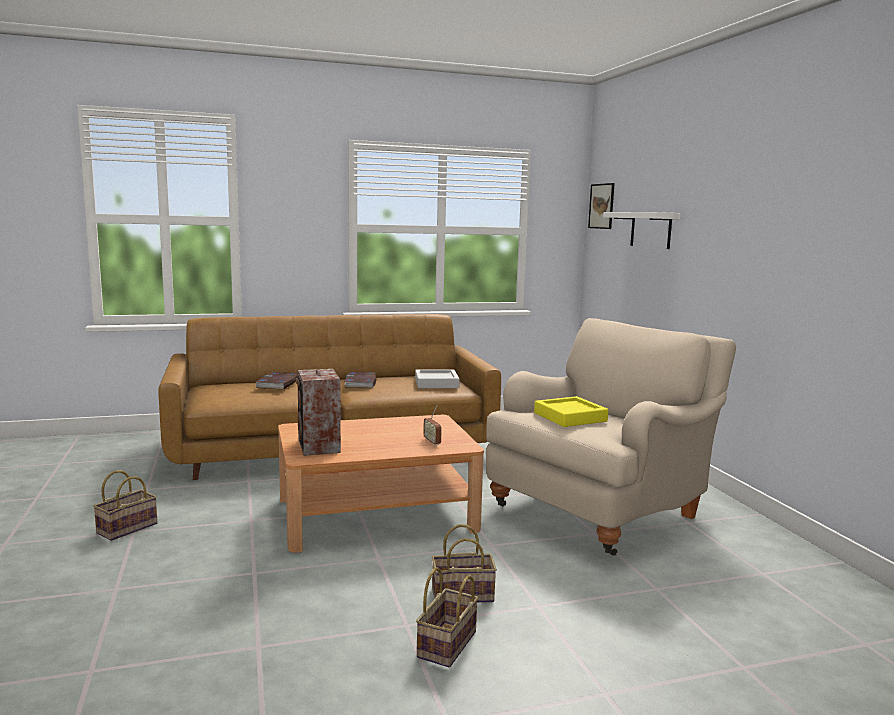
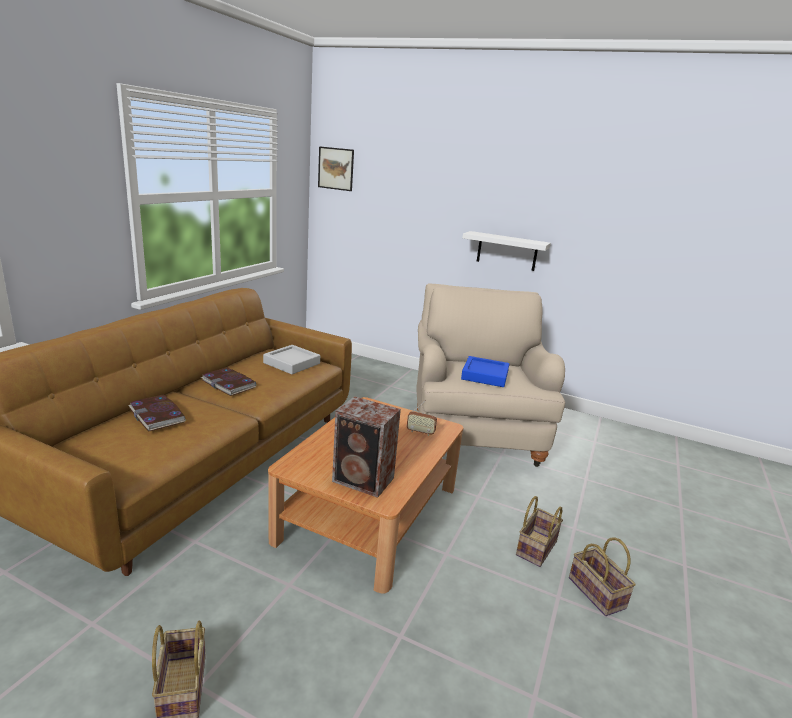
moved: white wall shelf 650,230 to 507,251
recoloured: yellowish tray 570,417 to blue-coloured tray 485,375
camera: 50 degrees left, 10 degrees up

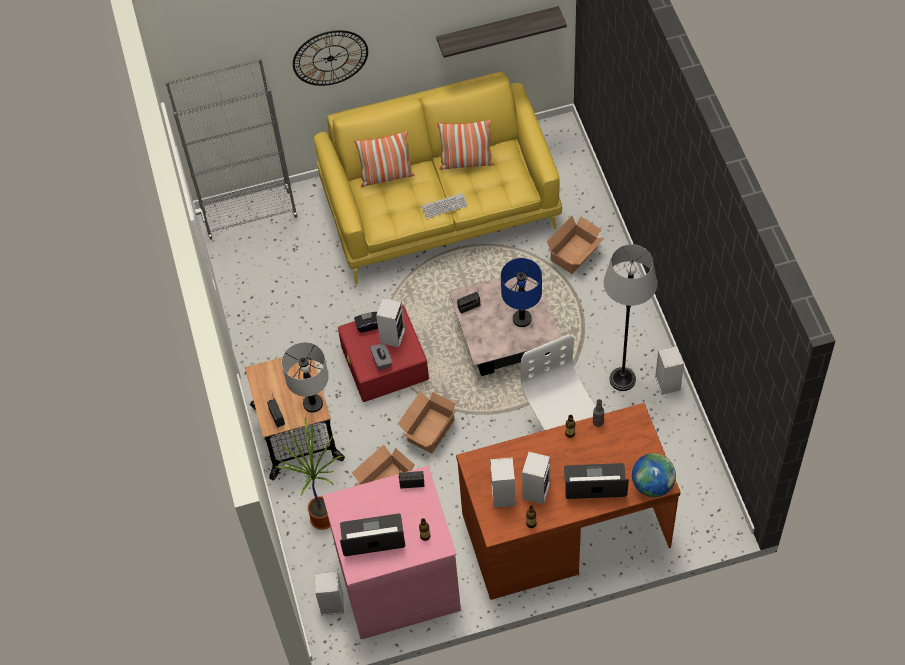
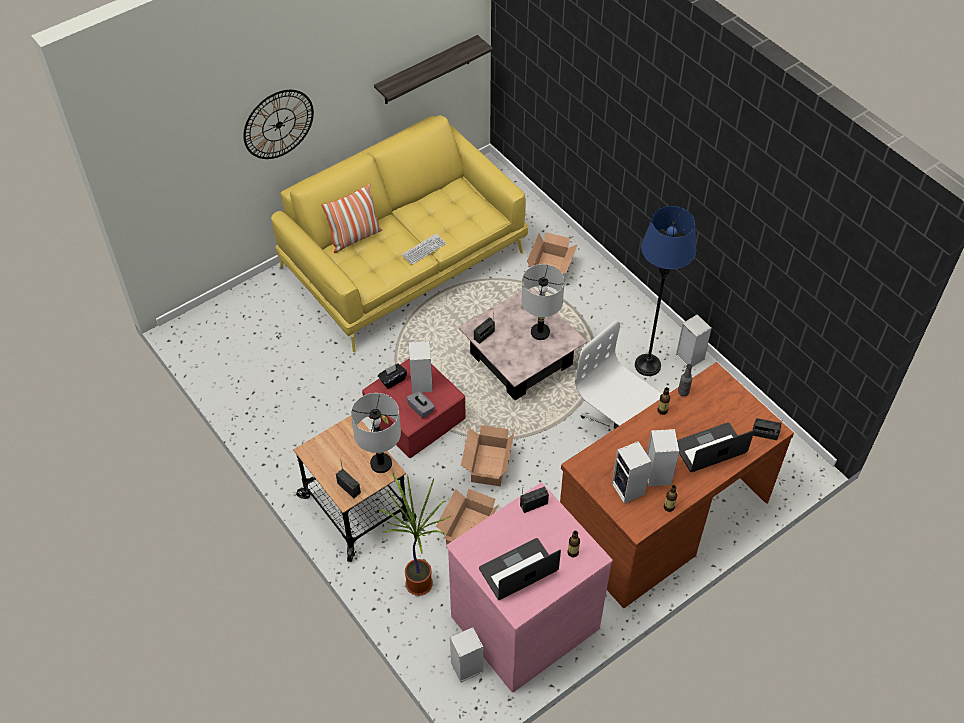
removed: gray bookcase 250,214; throw pillow 466,162
replaced: world globe 652,485 to radio set 764,434
recoloured: blue-coloured lamp for a table 522,319 to gray lamp for a table 540,332; gray floor lamp 622,379 to blue-coloured floor lamp 647,365
camera: 25 degrees left, 5 degrees down

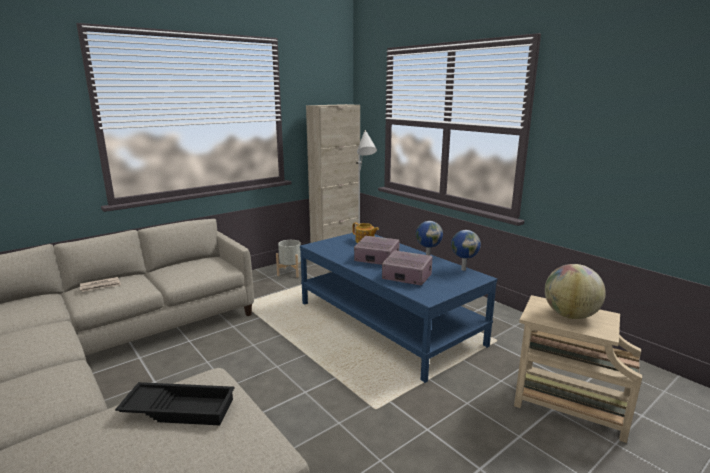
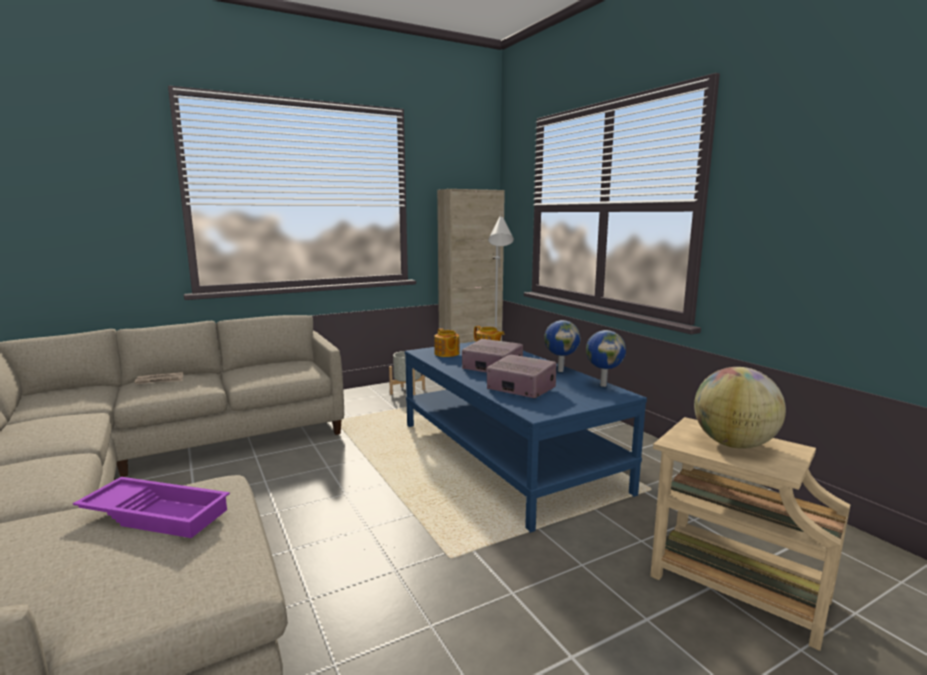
added: tea pot 446,354
recoloured: black tray 180,408 to purplish tray 158,513
camera: 10 degrees right, 5 degrees down

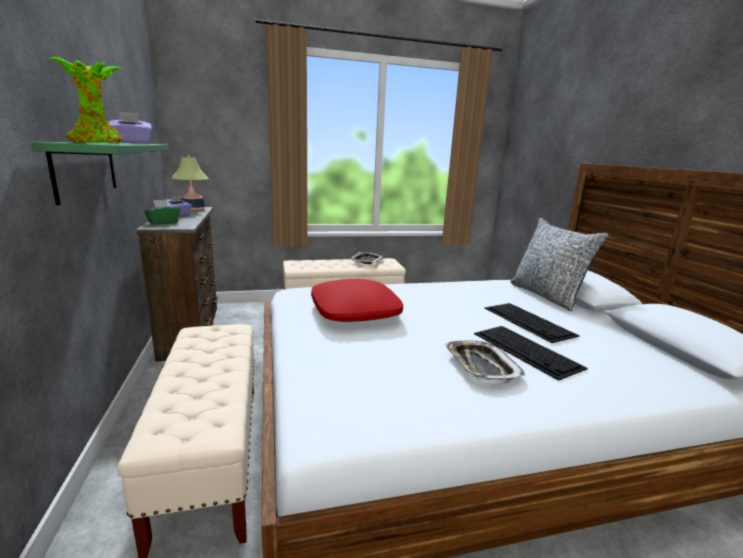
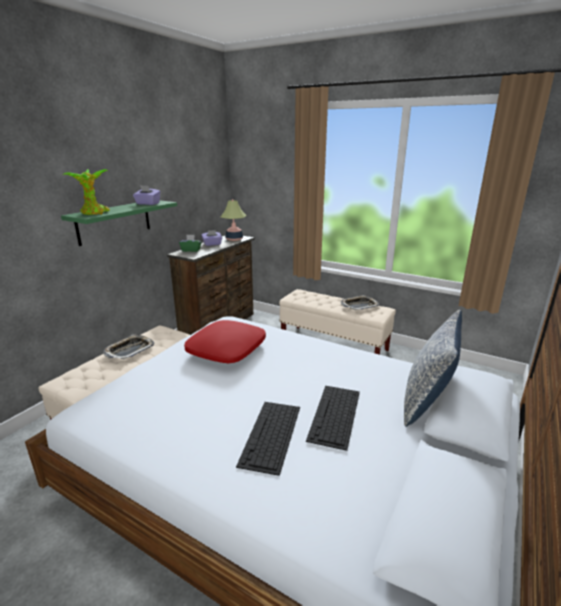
moved: tray 481,366 to 129,350
camera: 45 degrees right, 5 degrees up

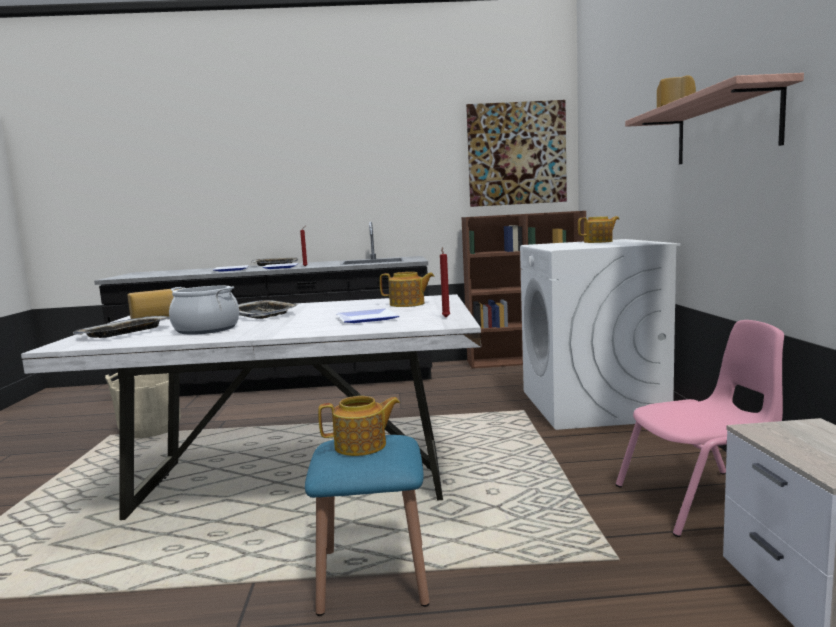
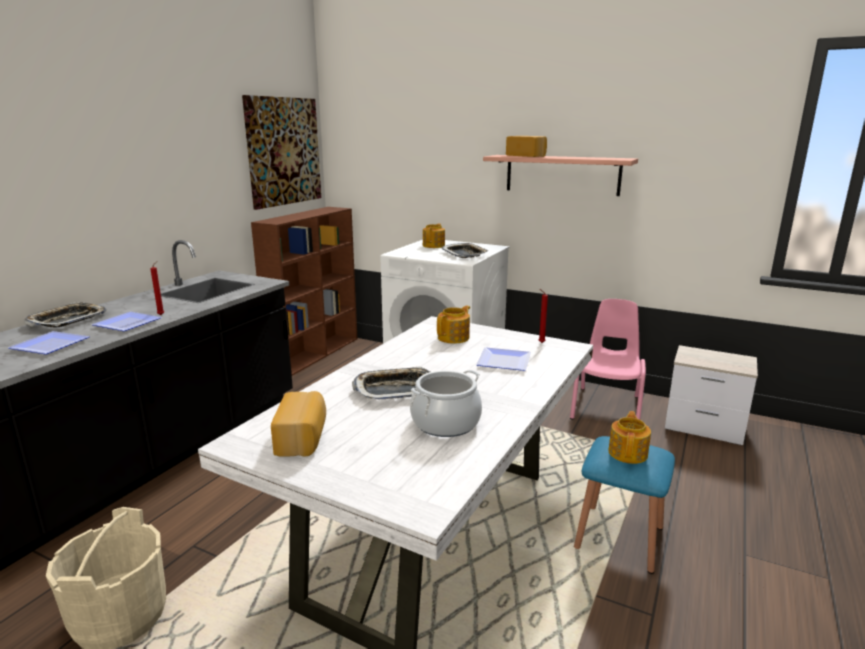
moved: tray 124,333 to 464,254
camera: 60 degrees left, 10 degrees up

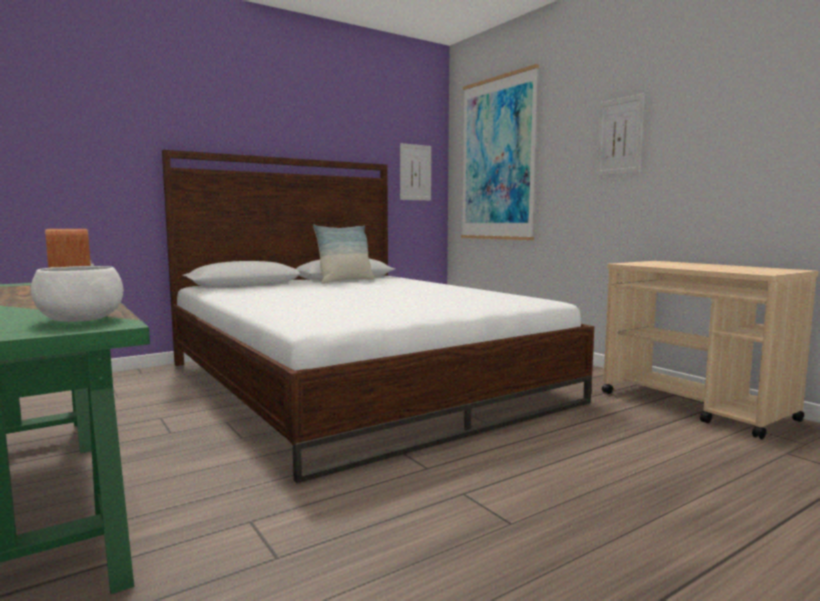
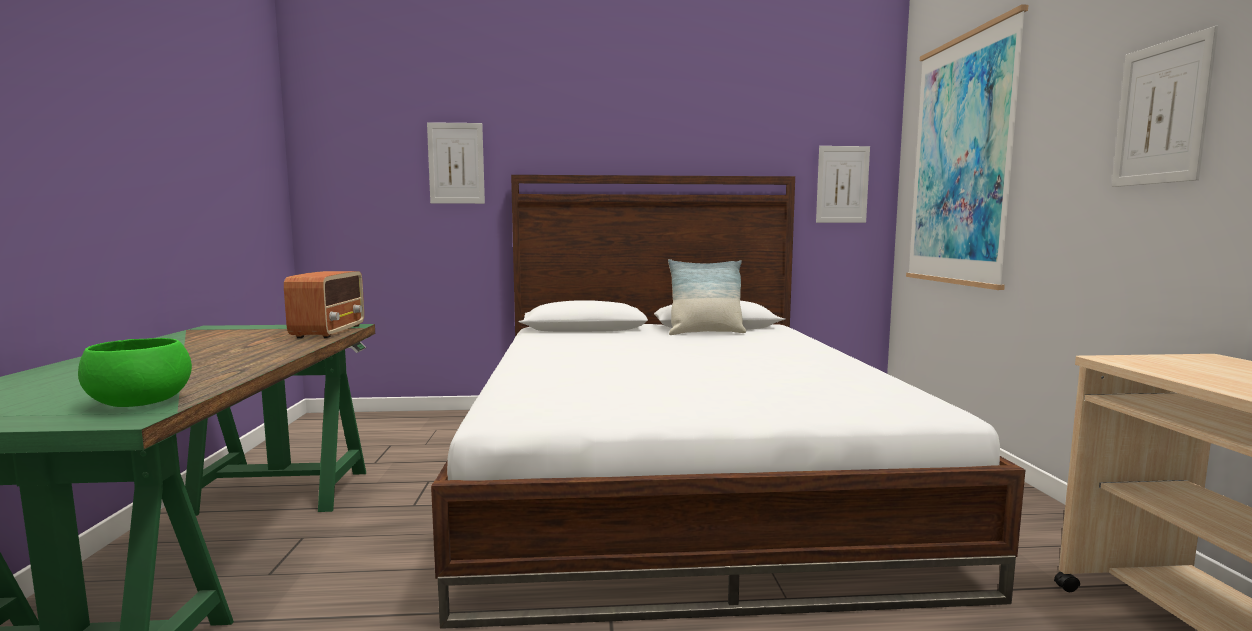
added: picture 456,163
recoloured: white bowl 82,320 to greenish bowl 142,402
camera: 30 degrees right, 0 degrees up

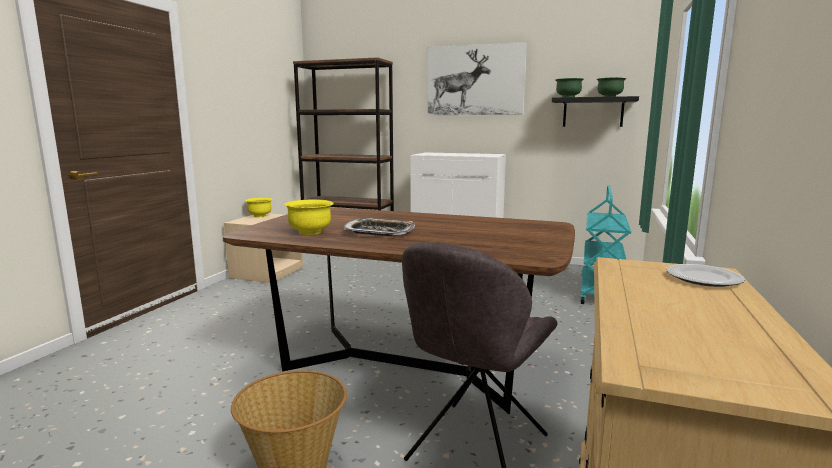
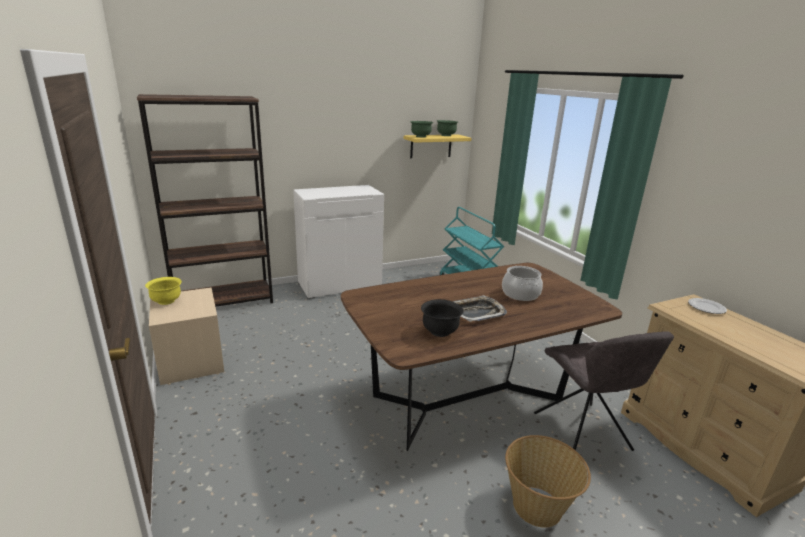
removed: picture 475,80
added: saucepot 521,294
recoloured: black wall shelf 593,112 to yellowish wall shelf 431,146; yellowish bowl 310,232 to black bowl 440,332
camera: 45 degrees left, 10 degrees up

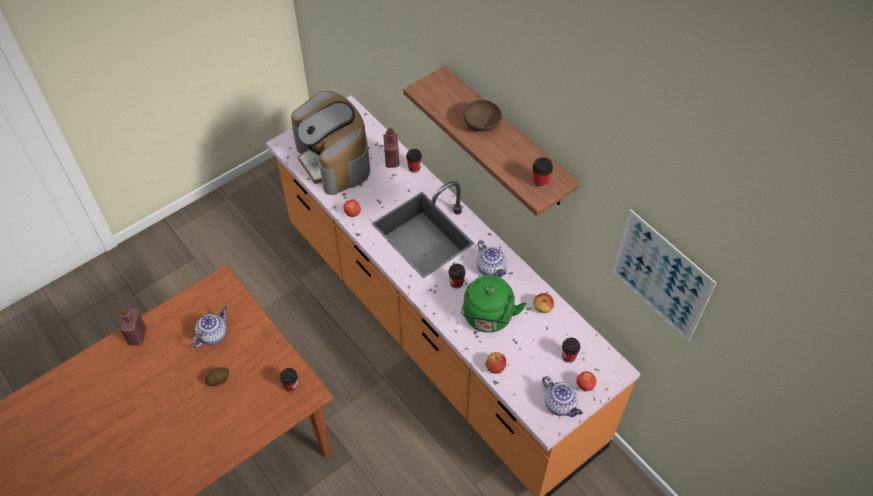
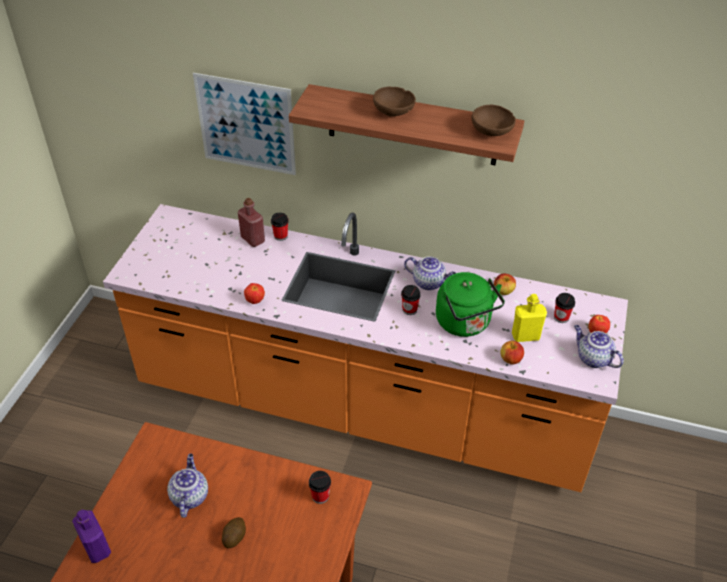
removed: coffee maker 334,160
added: yellowish drink bottle 525,336
moved: picture 660,276 to 246,125
replaced: cup 540,182 to brown bowl 492,133
recoloured: red-coloured drink bottle 137,335 to purplish drink bottle 96,548
turned: tea pot 560,404 = 592,358 150 degrees counterclockwise
camera: 35 degrees left, 10 degrees down

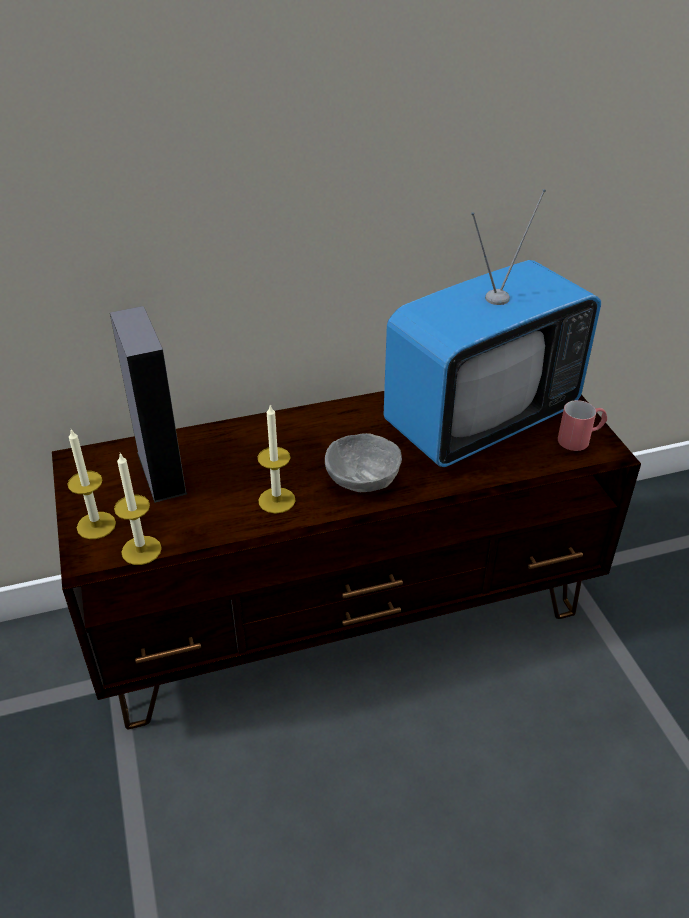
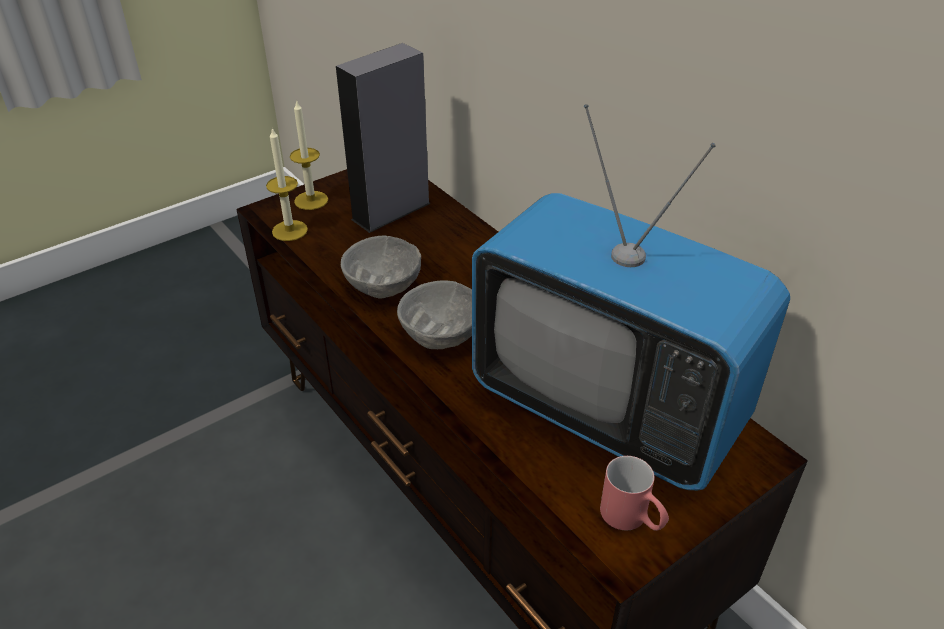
replaced: wax light 276,500 to gray bowl 384,285
camera: 70 degrees right, 0 degrees up

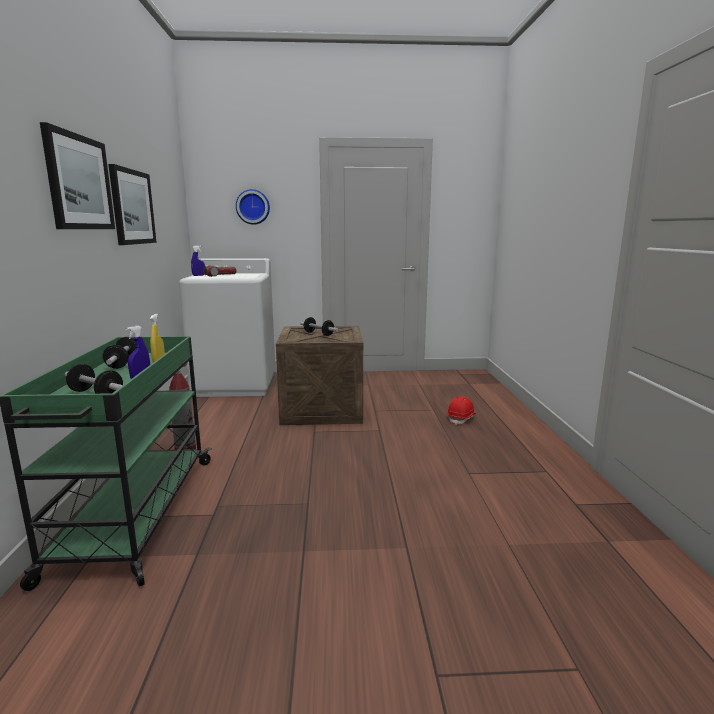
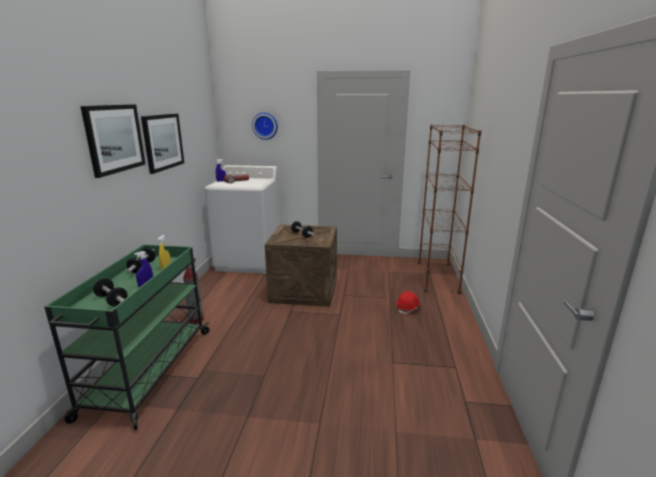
added: brown bookcase 437,277
camera: 10 degrees right, 5 degrees up

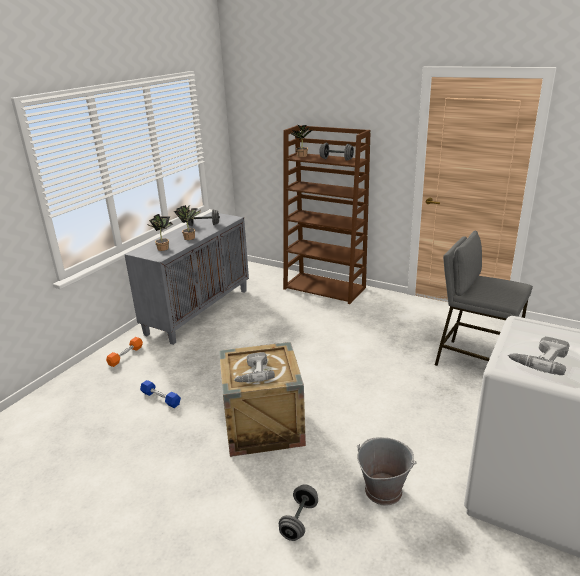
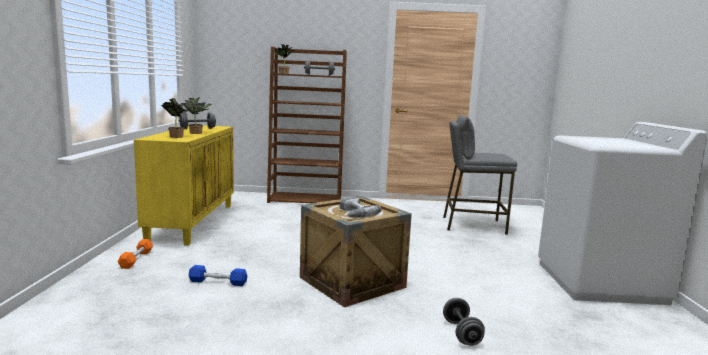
removed: gray water bucket 383,490; electric drill 539,359
recoloured: gray storage cabinet 198,311 to yellowish storage cabinet 192,222
camera: 30 degrees left, 15 degrees down

